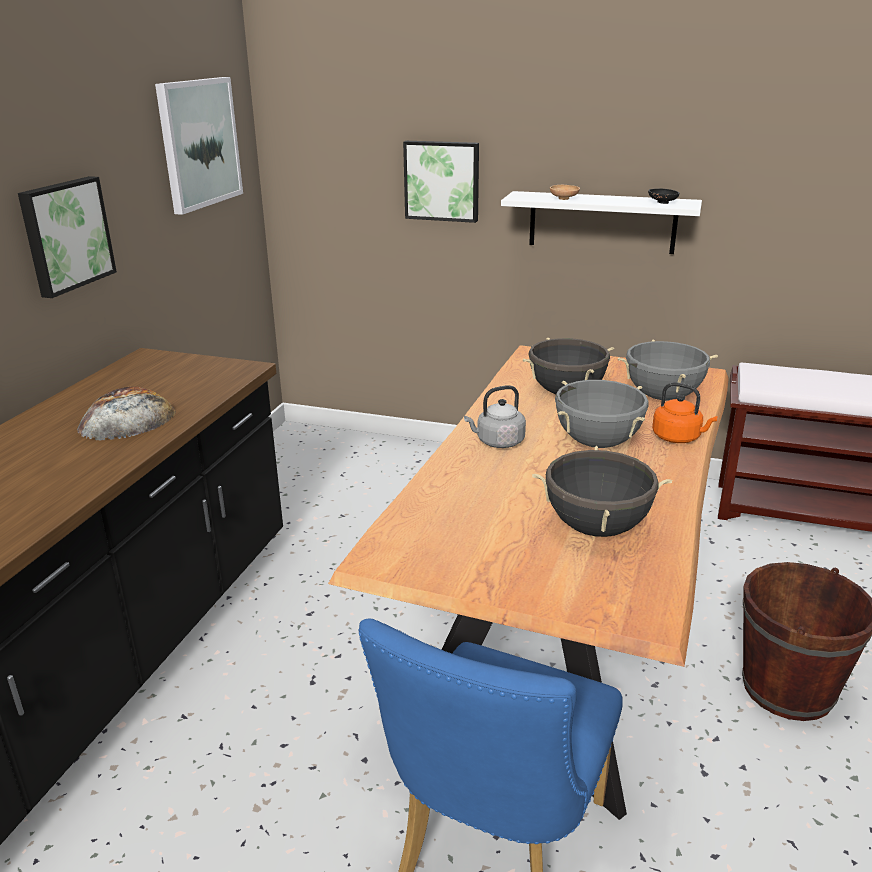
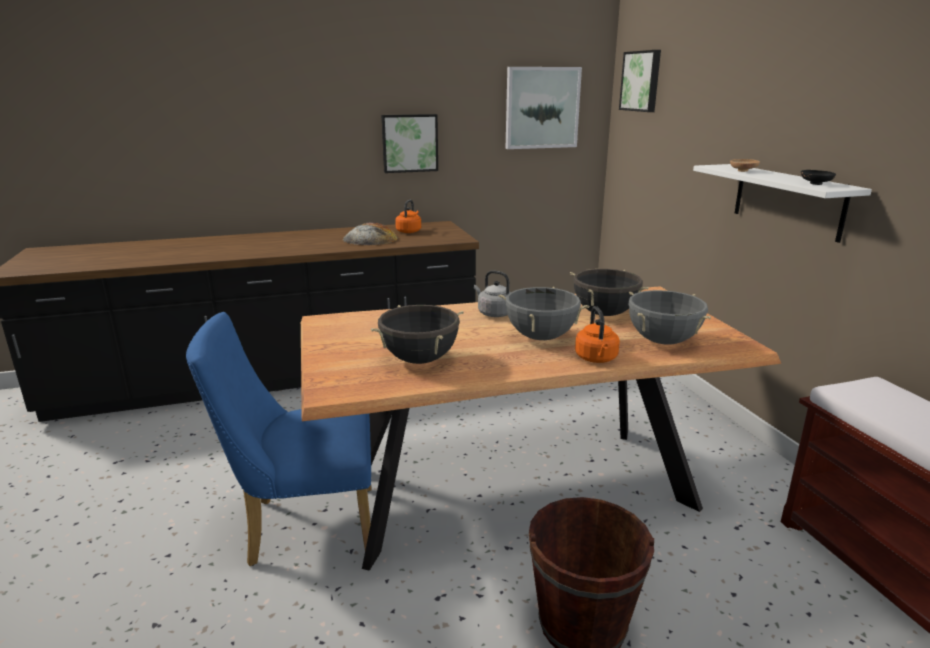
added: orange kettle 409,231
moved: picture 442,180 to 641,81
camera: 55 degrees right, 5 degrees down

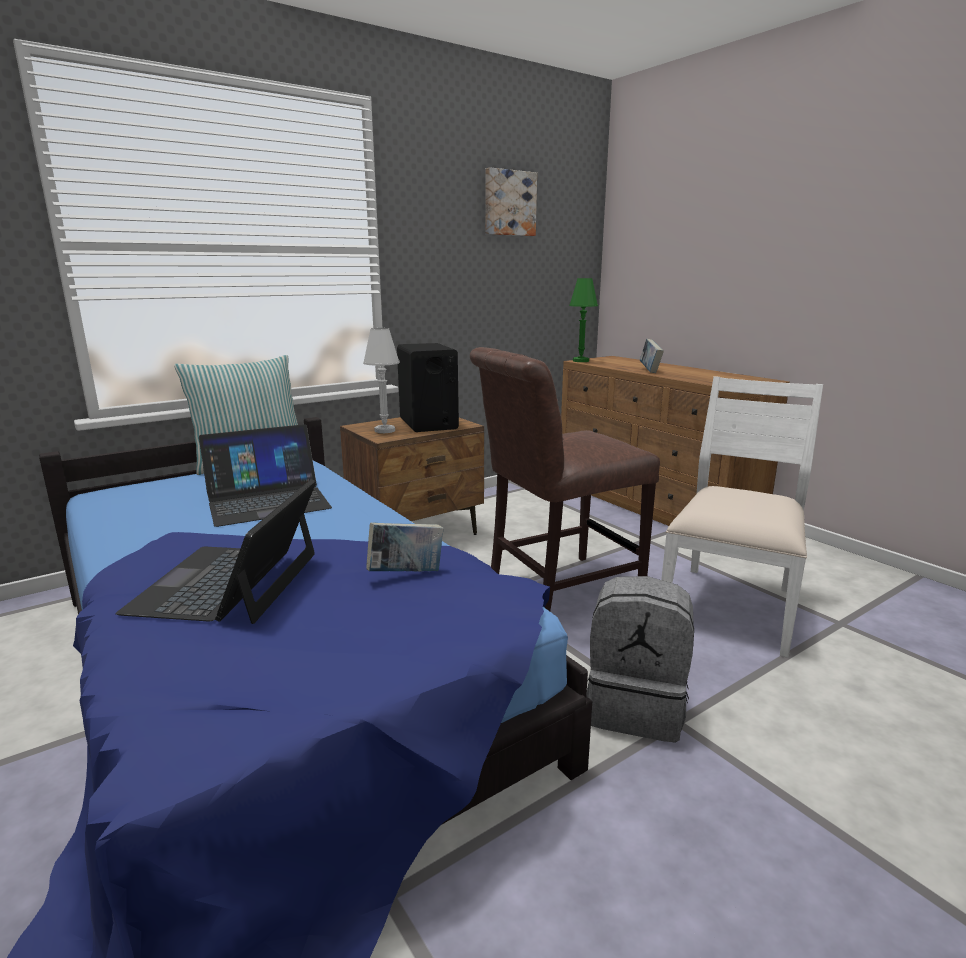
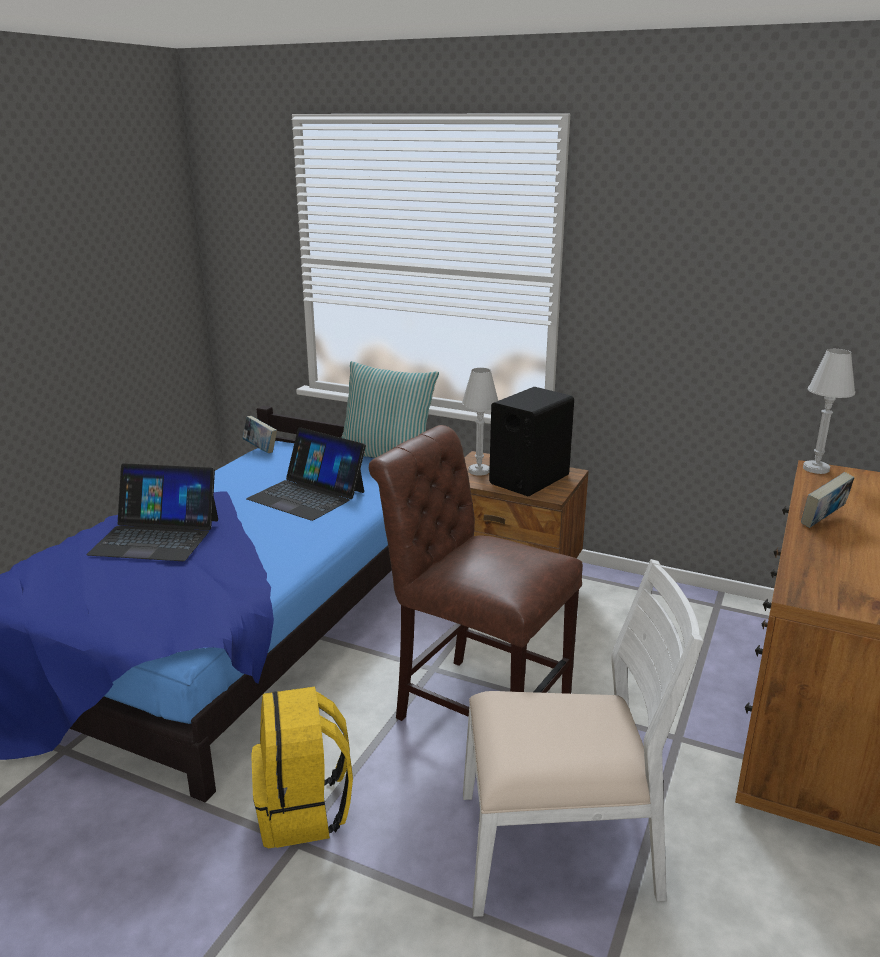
removed: picture 509,203
moved: volume 406,574 to 260,449
recoloured: gray rucksack 636,707 to yellowish rucksack 304,811; greenish lamp for a table 580,361 to white lamp for a table 816,469
turned: notebook computer 228,582 = 156,536 150 degrees counterclockwise
camera: 60 degrees right, 5 degrees up

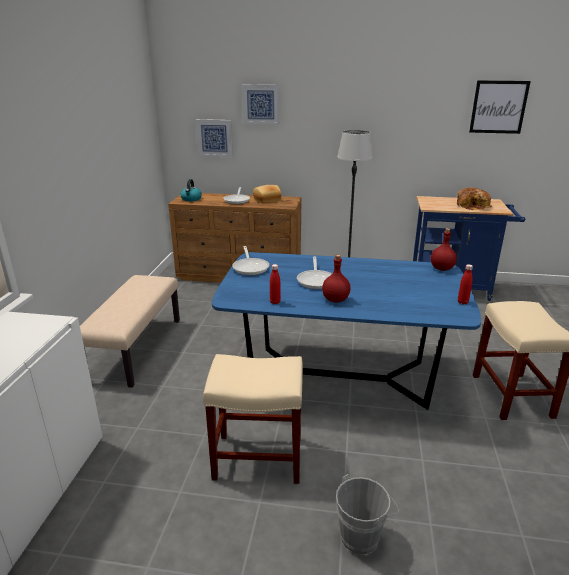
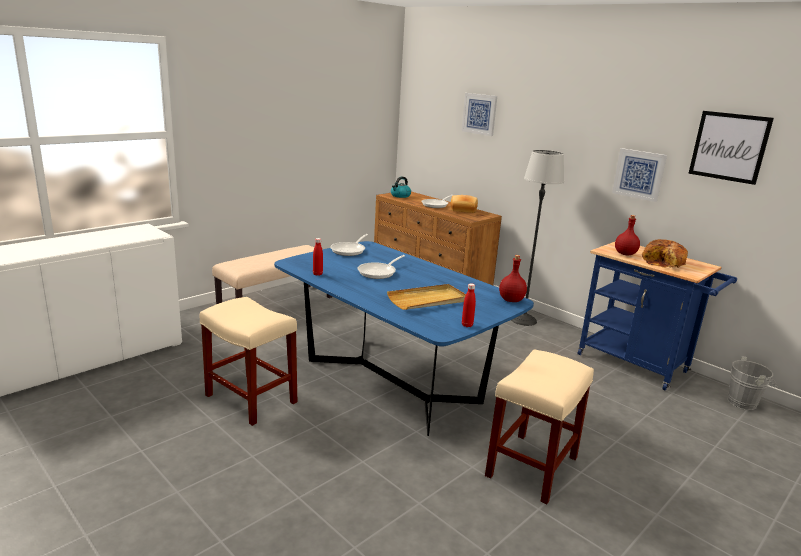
added: beige tray 428,300
moved: picture 214,138 to 639,174; red-coloured drink bottle 335,300 to 624,254; gray water bucket 362,536 to 745,403
camera: 35 degrees right, 5 degrees down

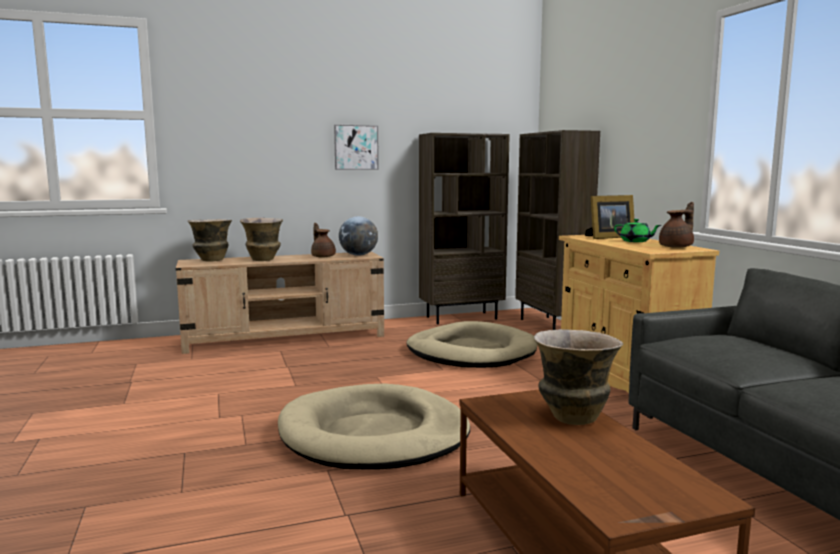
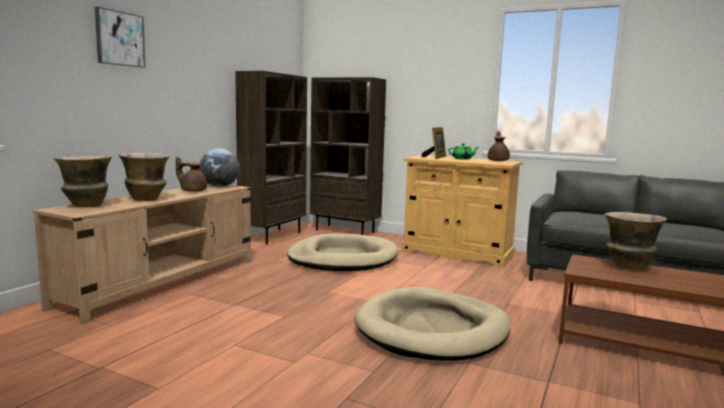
moved: picture 356,147 to 119,38
camera: 45 degrees left, 0 degrees up

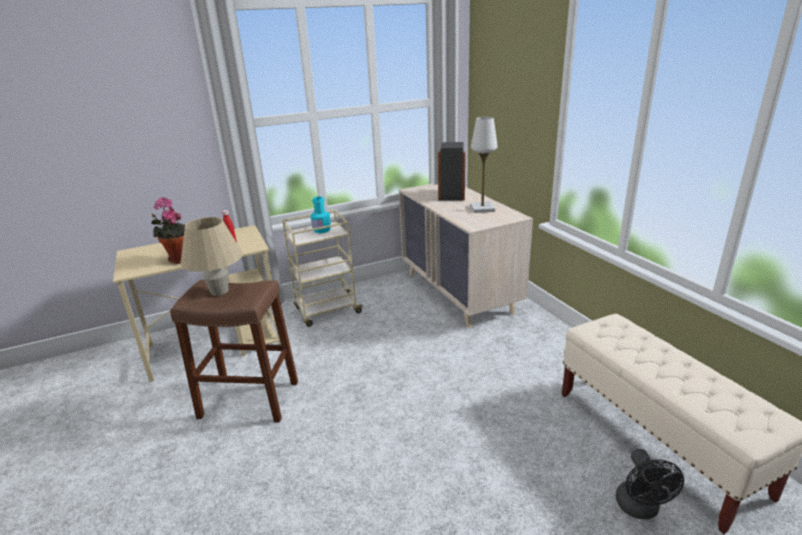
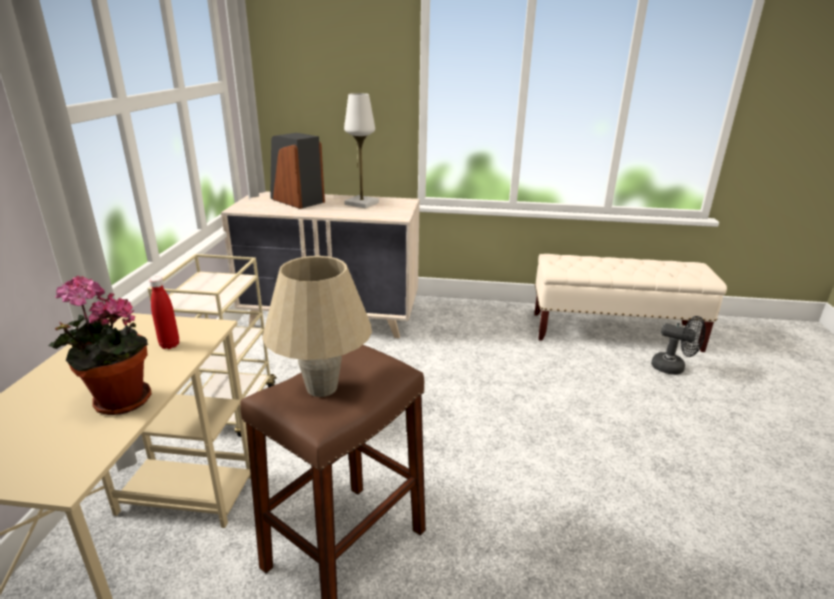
removed: turquoise drink bottle 321,230
camera: 60 degrees left, 0 degrees up

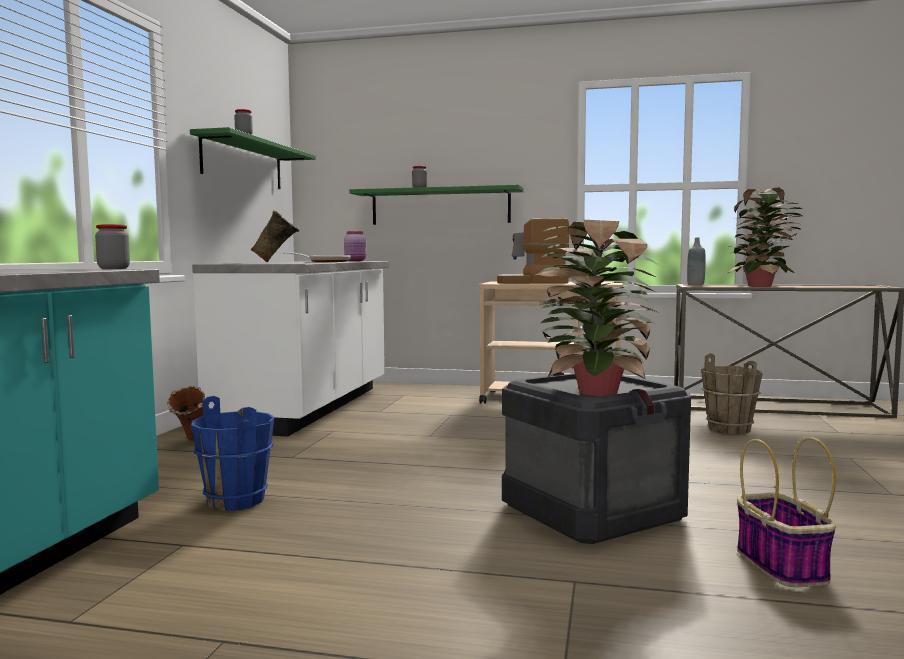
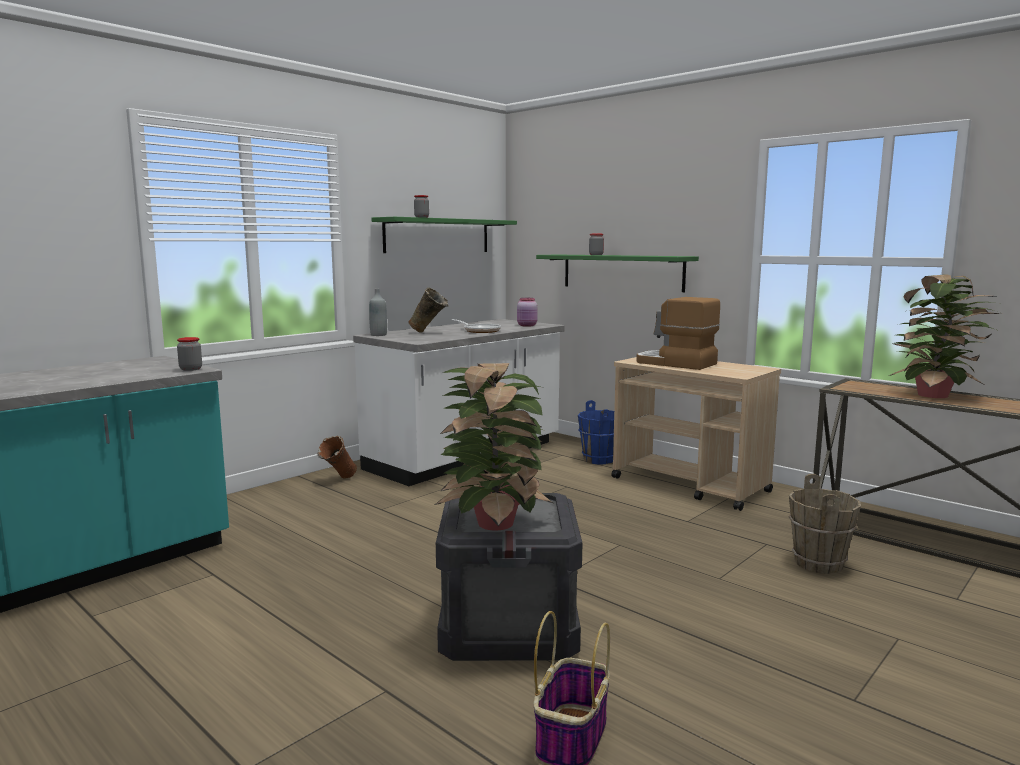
moved: gray drink bottle 695,284 to 378,335; blue-coloured water bucket 236,501 to 599,459
camera: 30 degrees right, 5 degrees up

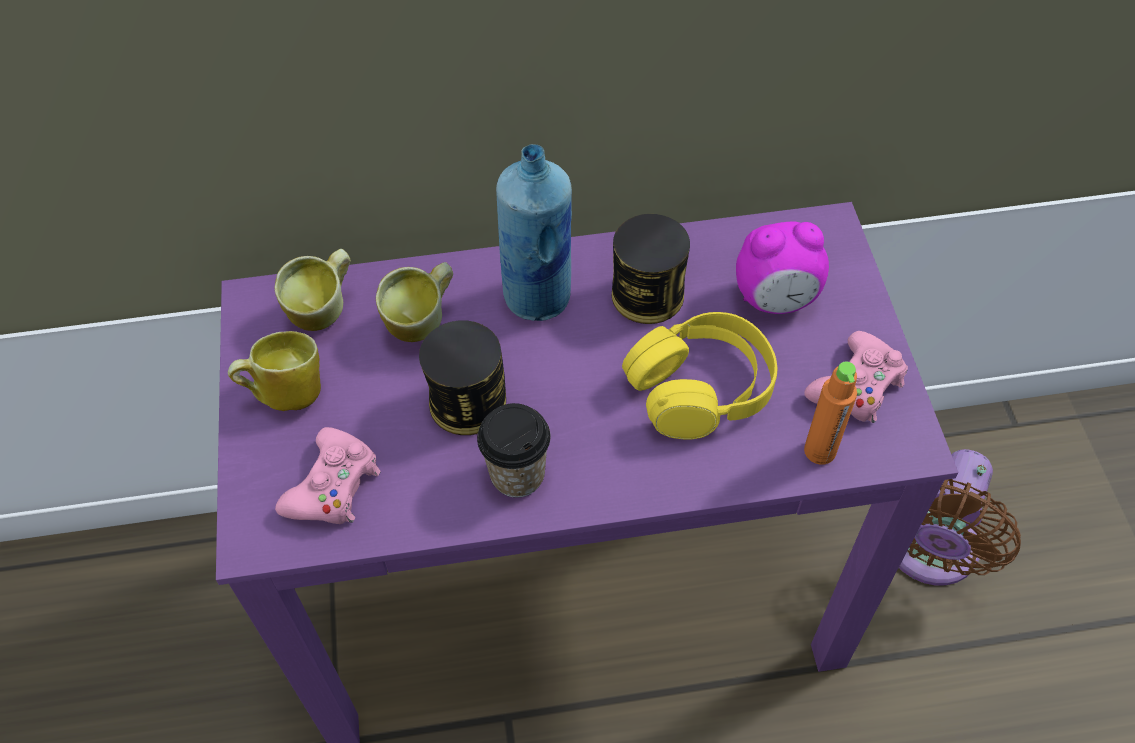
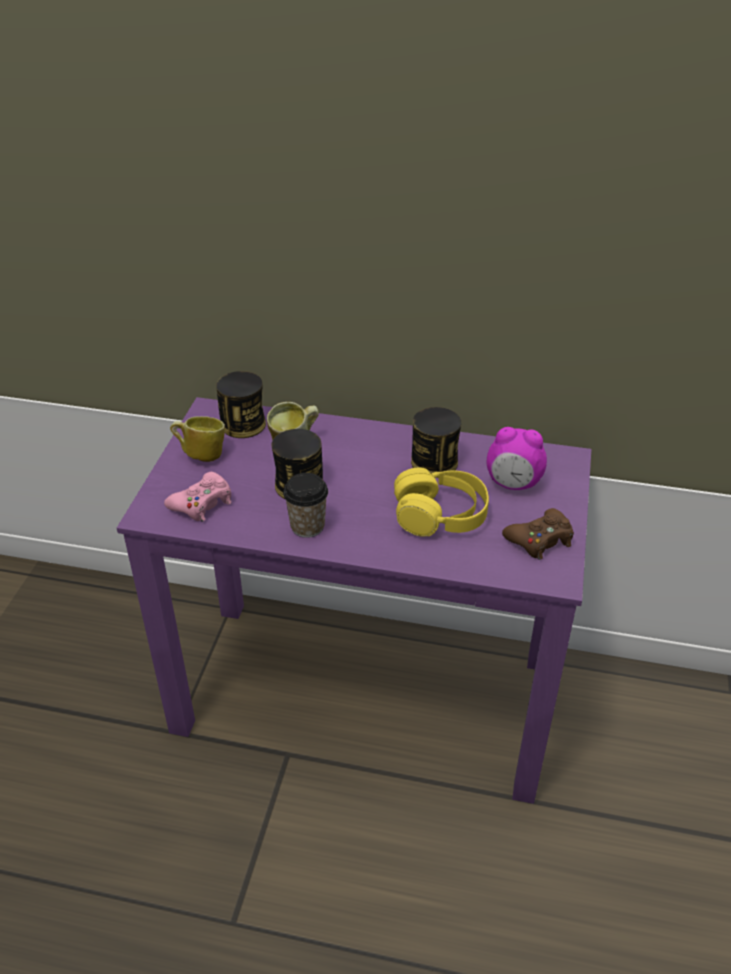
removed: blue-coloured drink bottle 538,297; orange drink bottle 820,451; brown electric fan 928,552
replaced: coffee mug 324,312 to can 243,424
recoloured: pink joypad 857,386 to brown joypad 540,540
camera: 20 degrees right, 15 degrees down

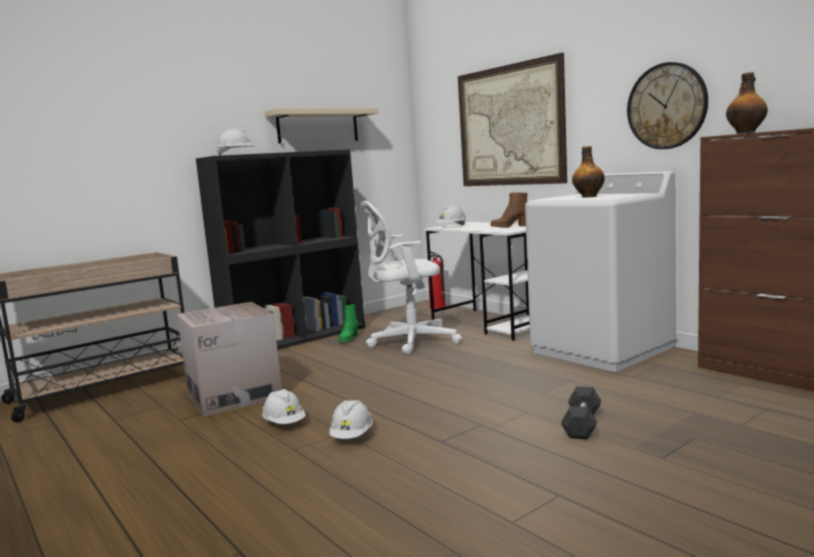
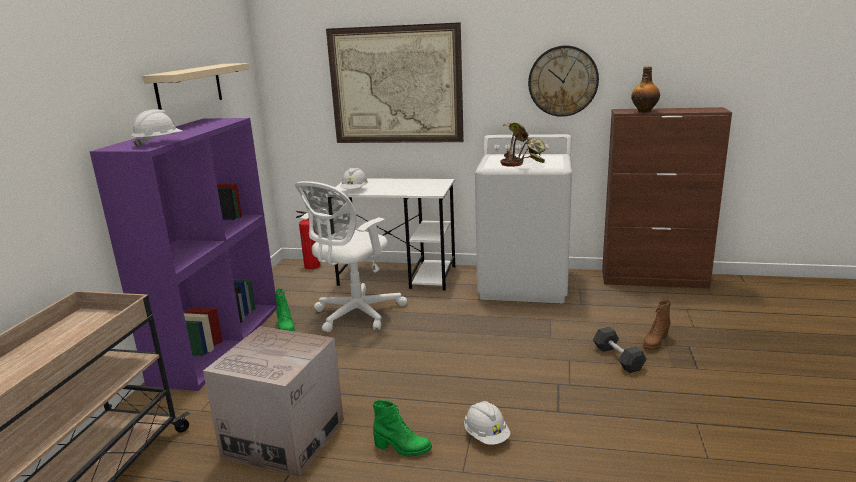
moved: brown high-top boot 509,227 to 655,342
replaced: white work helmet 284,423 to greenish high-top boot 402,448; drink bottle 588,196 to houseplant 523,161
recoloured: black bookcase 295,338 to purplish bookcase 218,342
camera: 40 degrees left, 10 degrees up

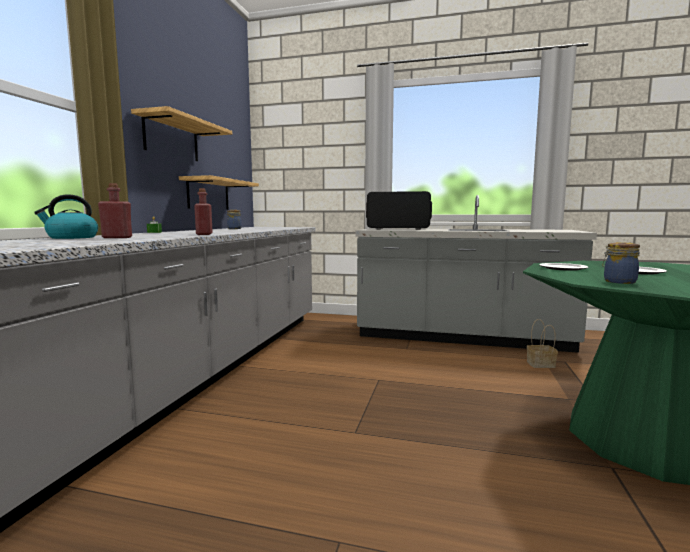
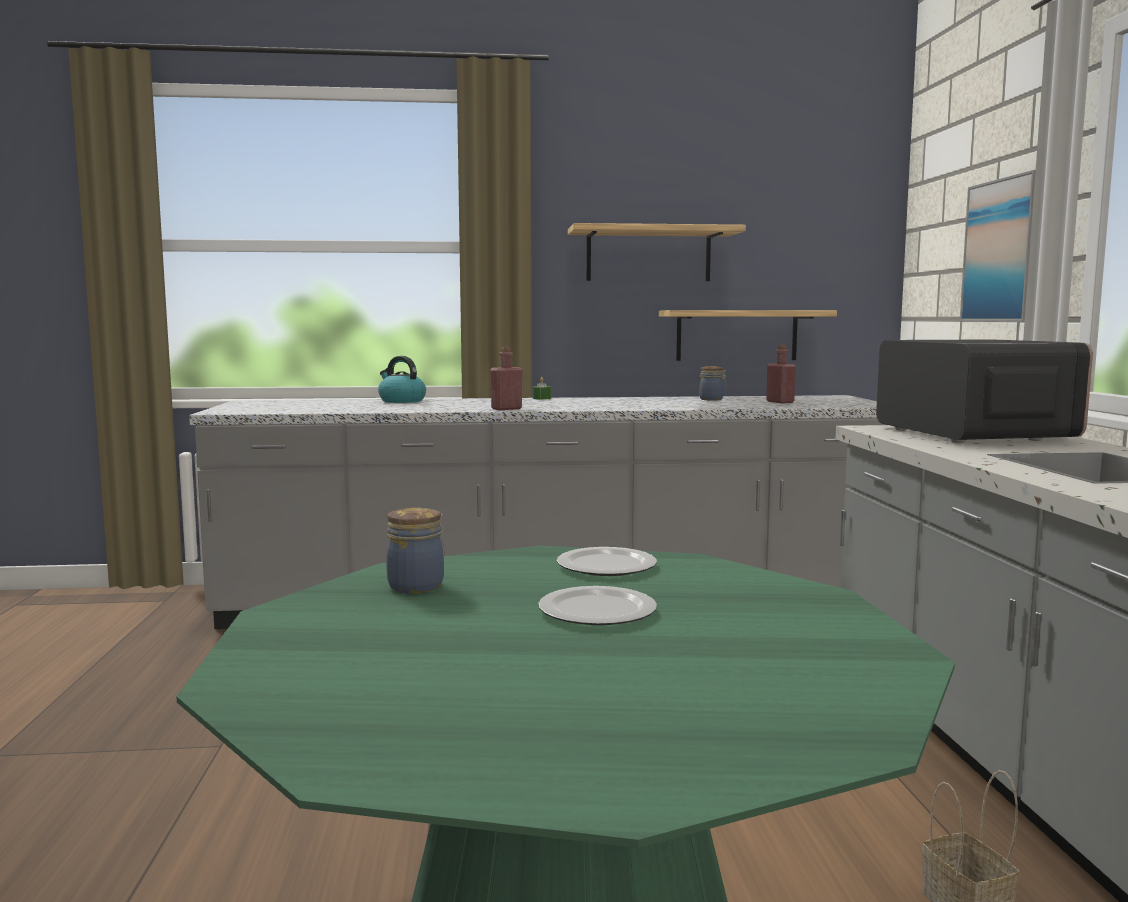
added: picture 1002,251
moved: red-coloured drink bottle 117,237 to 780,402
camera: 70 degrees right, 0 degrees up

